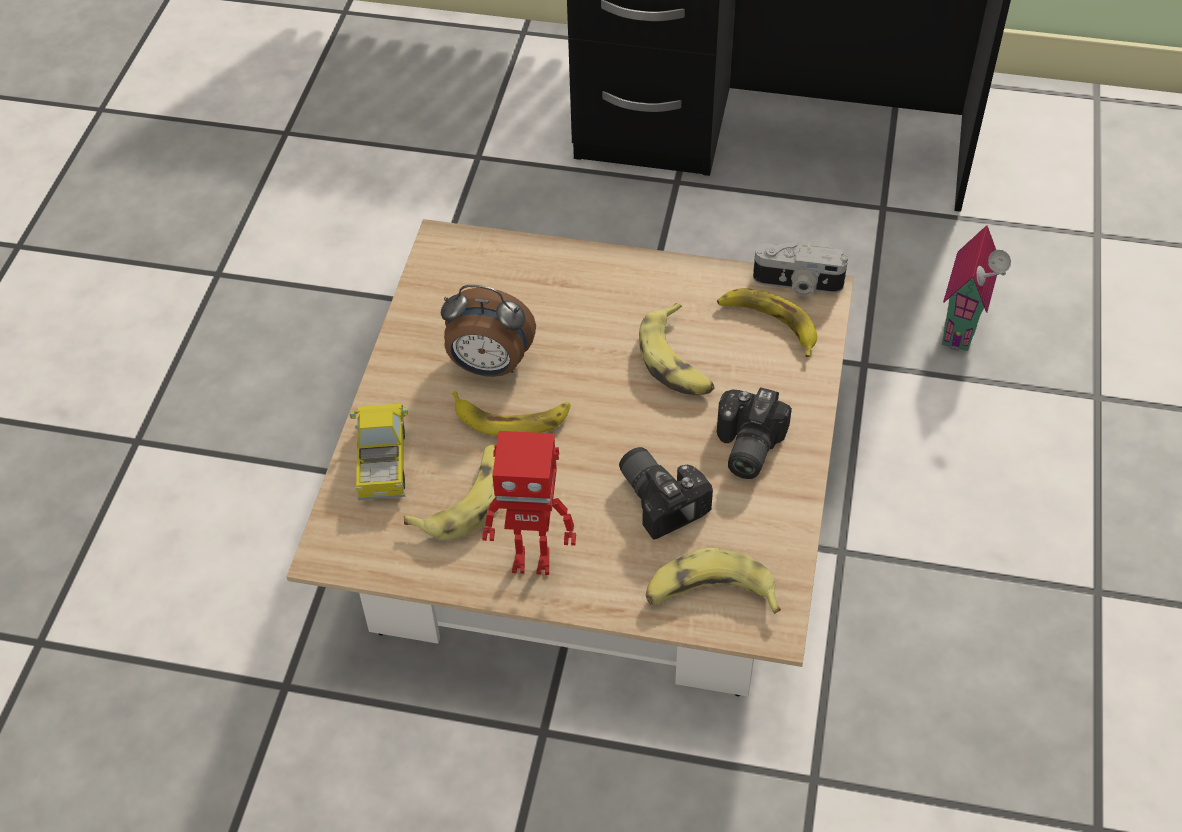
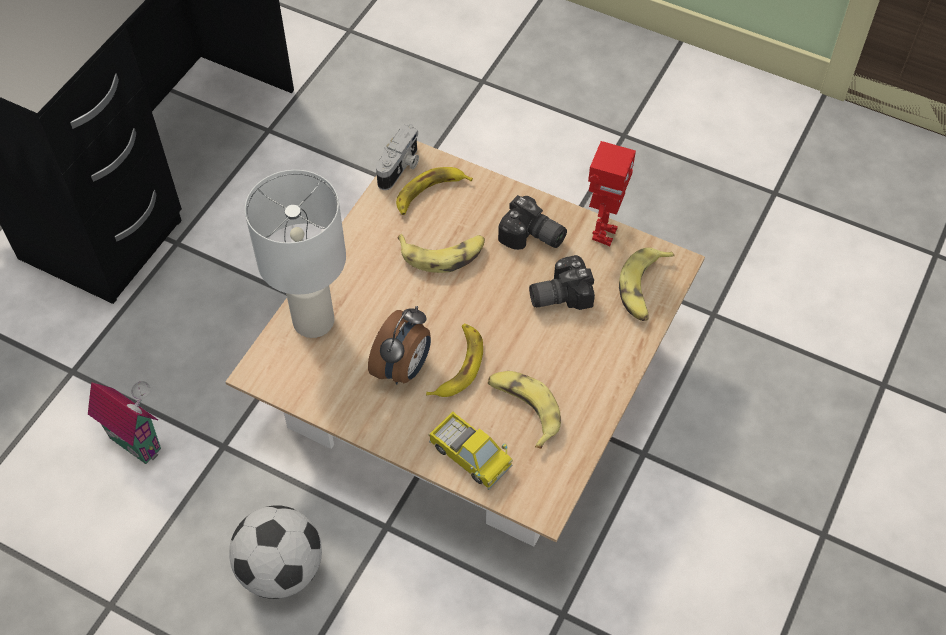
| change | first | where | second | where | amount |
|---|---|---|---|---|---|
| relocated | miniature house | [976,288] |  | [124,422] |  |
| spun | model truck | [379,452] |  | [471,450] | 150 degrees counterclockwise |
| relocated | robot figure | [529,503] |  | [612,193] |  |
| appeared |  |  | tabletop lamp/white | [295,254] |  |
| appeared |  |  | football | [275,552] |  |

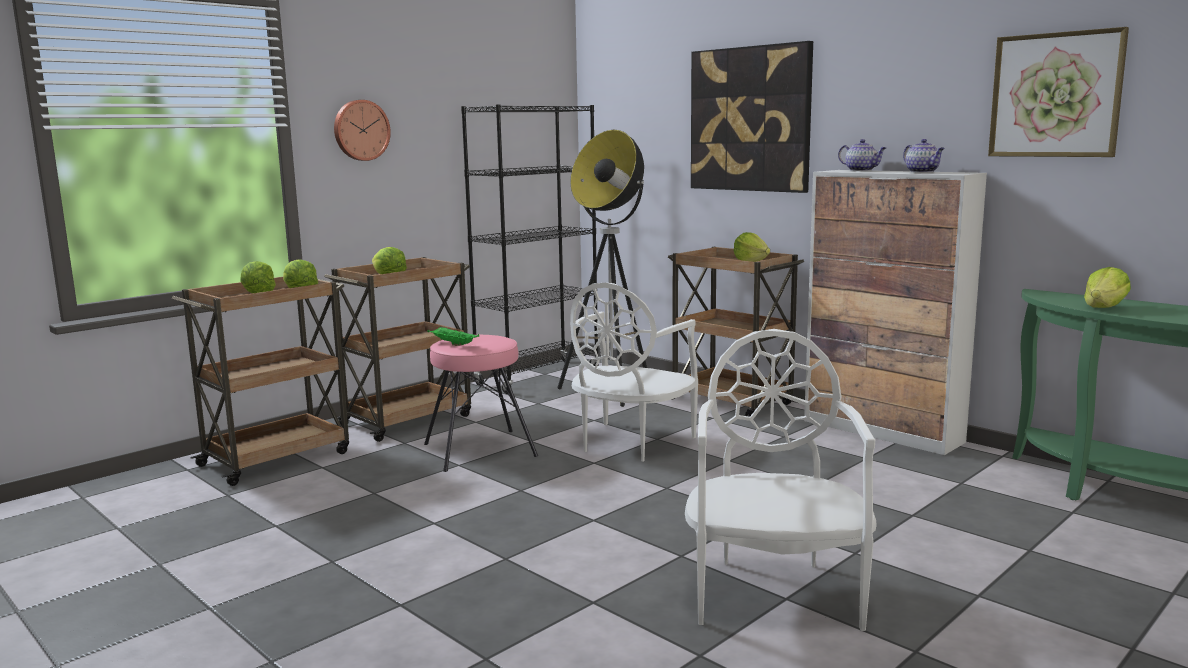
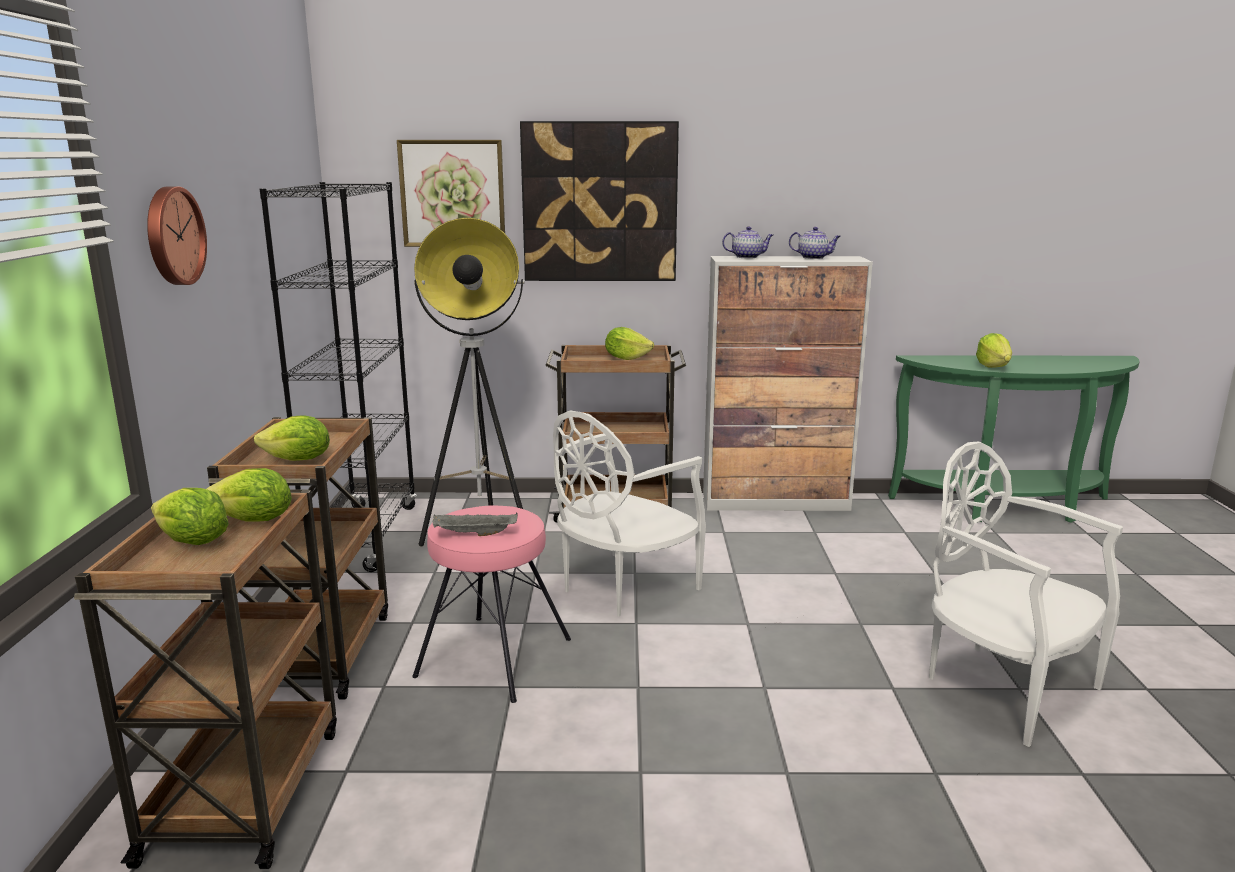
| change | first | where | second | where | amount |
|---|---|---|---|---|---|
| relocated | picture | [1058,92] |  | [451,193] |  |
| spun | upright chair/white | [634,372] |  | [629,514] | 60 degrees clockwise |
| colour | carrying tray/green | [453,336] | carrying tray/greyish | [475,524] |  |

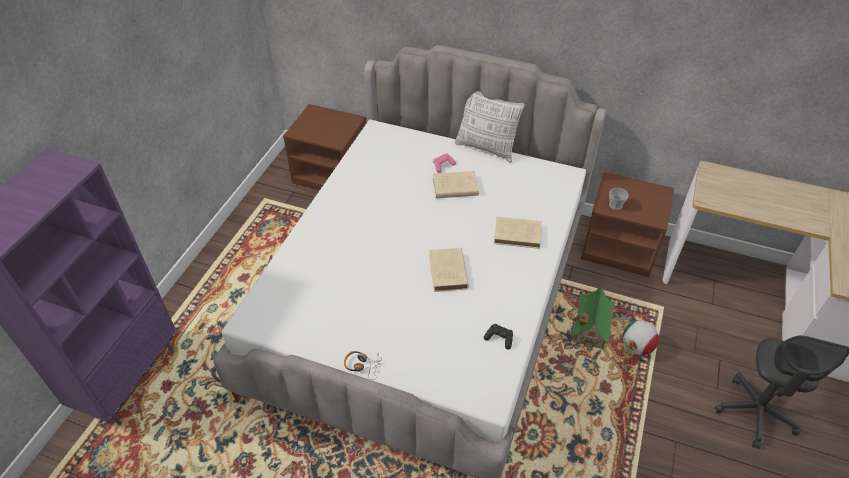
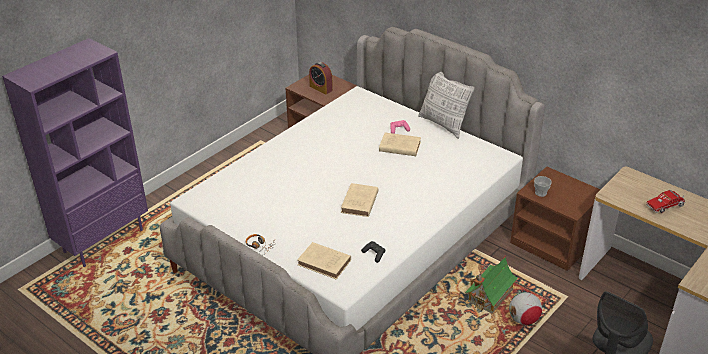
| change | first | where | second | where | amount |
|---|---|---|---|---|---|
| relocated | book/beige-coloured | [518,233] |  | [324,260] |  |
| appeared |  |  | table clock | [321,78] |  |
| appeared |  |  | model truck | [665,201] |  |

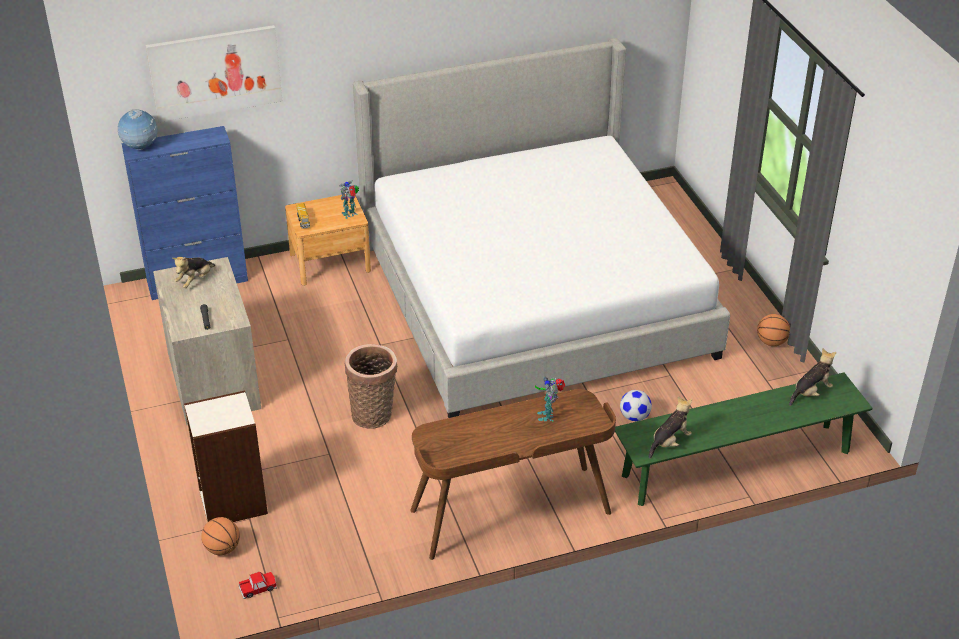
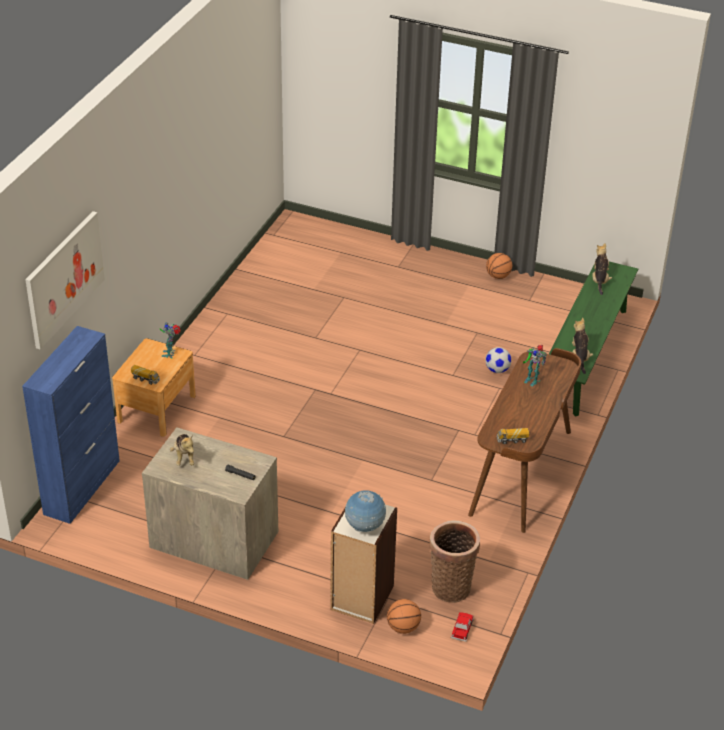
| change | first | where | second | where | amount |
|---|---|---|---|---|---|
| missing | sleeping bed | [541,228] |  |  |  |
| relocated | desk globe | [138,129] |  | [365,511] |  |
| relocated | basket | [371,386] |  | [455,561] |  |
| appeared |  |  | model truck | [513,436] |  |

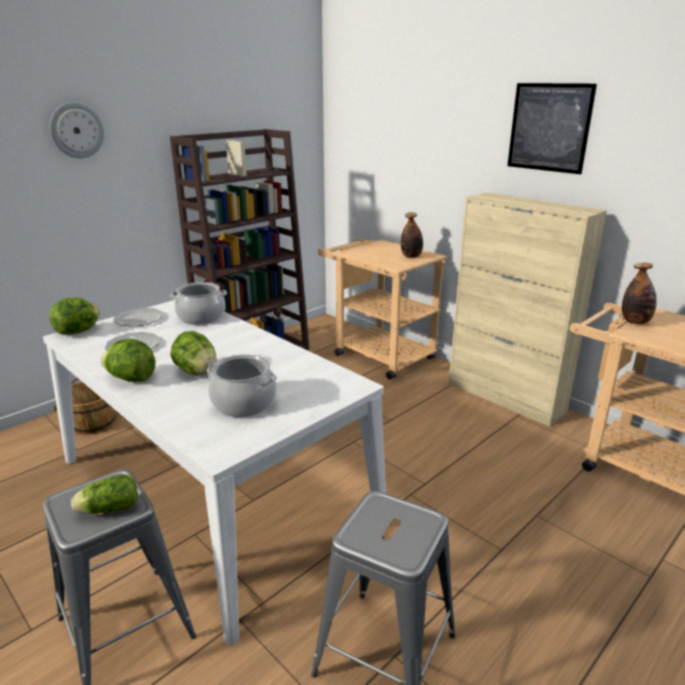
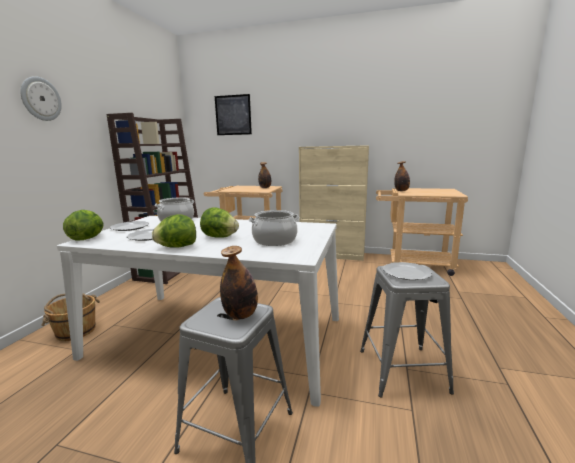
| change | first | where | second | where | amount |
|---|---|---|---|---|---|
| relocated | picture | [552,128] |  | [233,114] |  |
| exchanged | lettuce head | [104,494] | beverage bottle | [239,282] |  |
| appeared |  |  | plate | [407,271] |  |

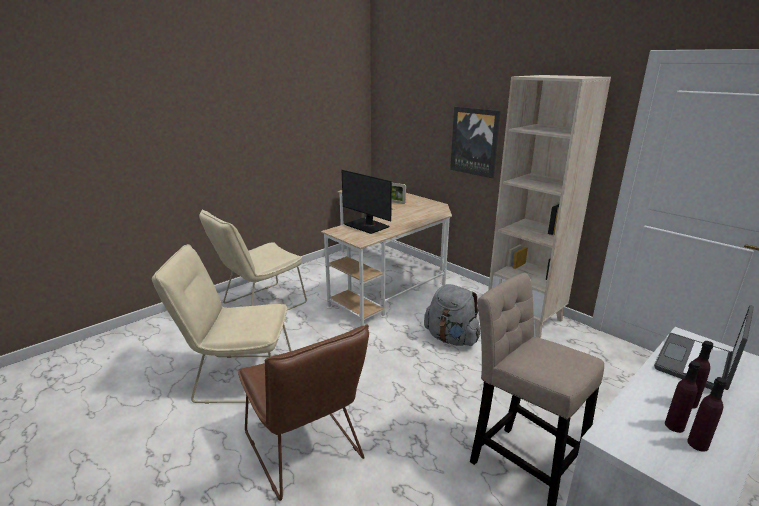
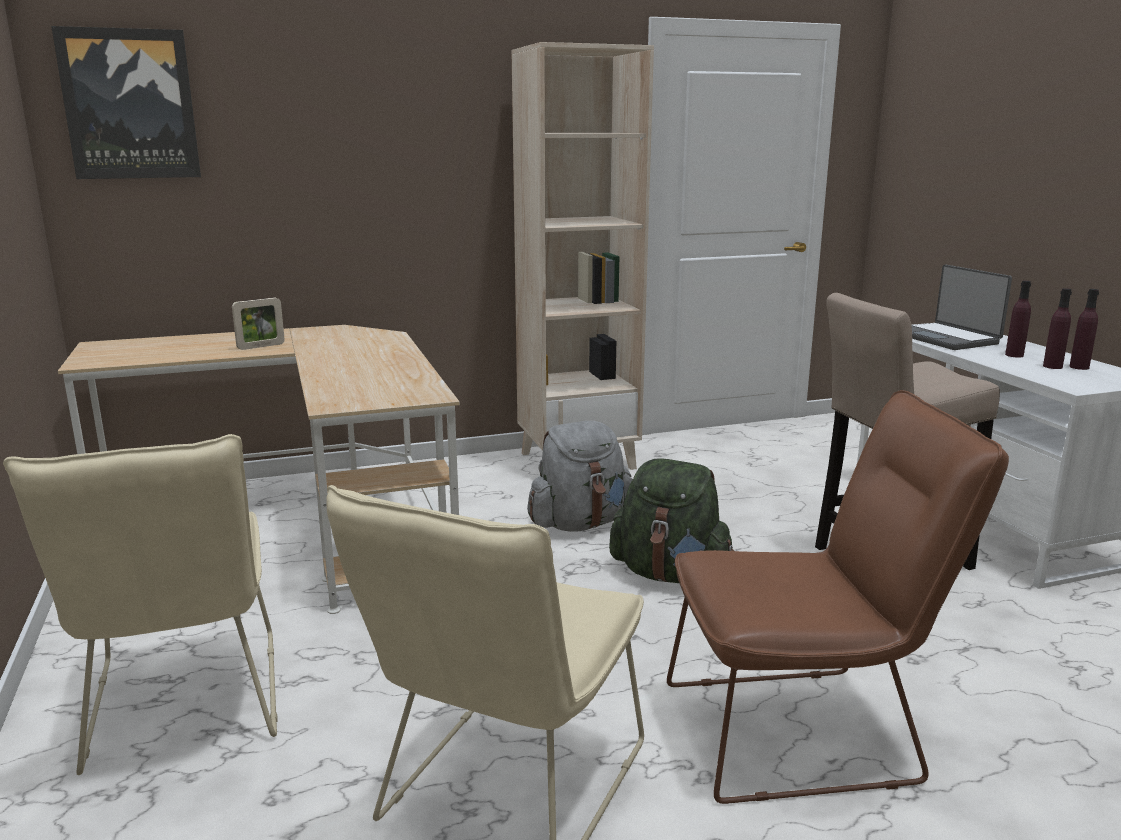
| change | first | where | second | where | amount |
|---|---|---|---|---|---|
| relocated | picture | [475,142] |  | [126,102] |  |
| missing | monitor | [367,202] |  |  |  |
| appeared |  |  | rucksack/green | [671,520] |  |

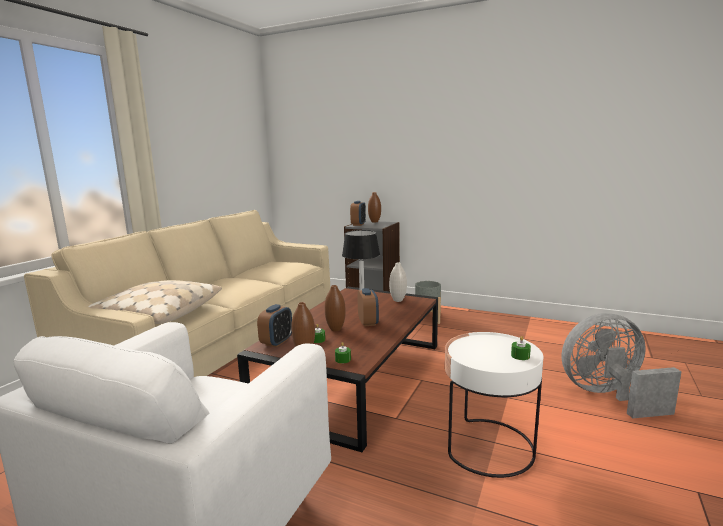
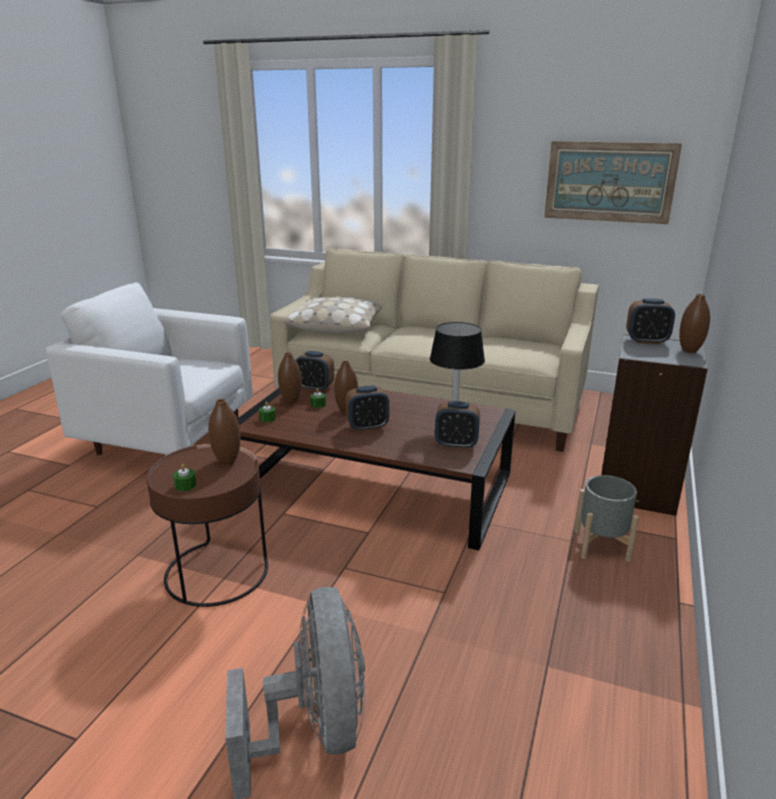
| change | first | where | second | where | amount |
|---|---|---|---|---|---|
| exchanged | flower vase/white | [398,282] | table clock | [457,425] |  |
| colour | end table/white | [494,405] | end table/brown-coloured | [207,525] |  |
| appeared |  |  | picture | [613,182] |  |
| appeared |  |  | flower vase/brown-coloured | [224,432] |  |

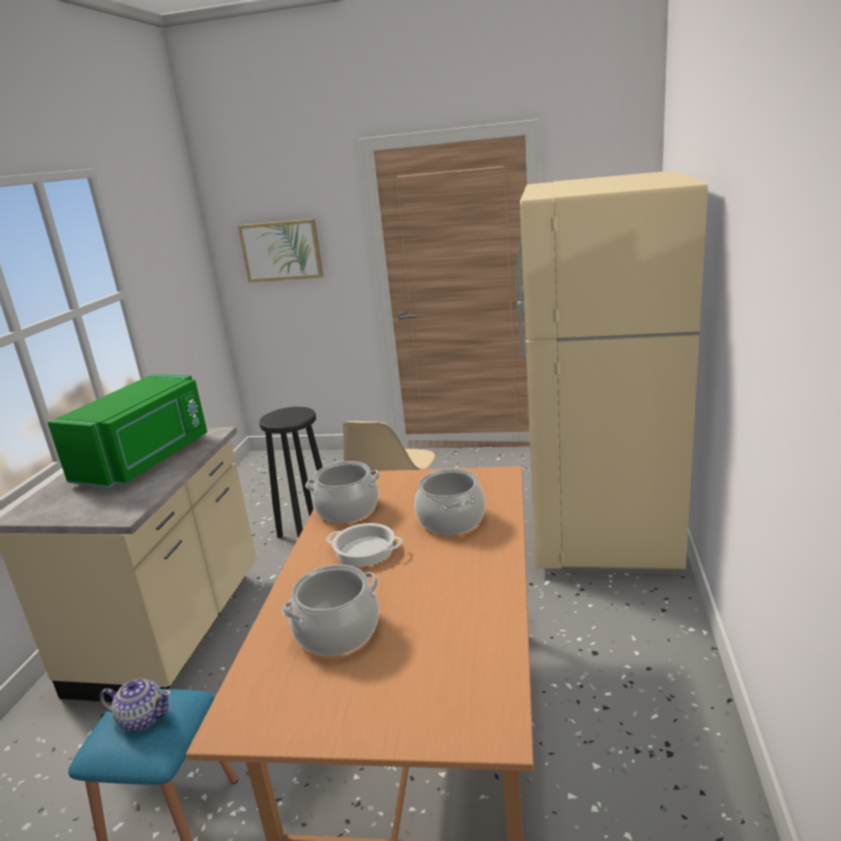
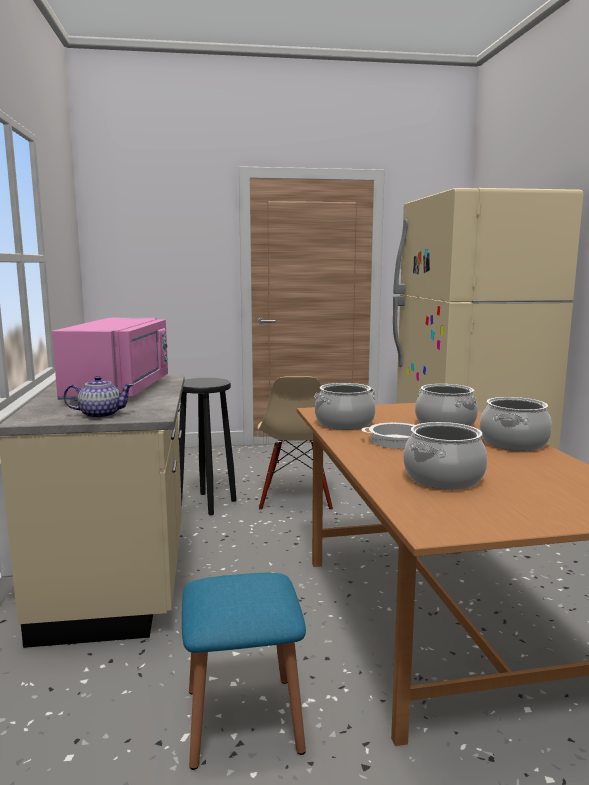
| change | first | where | second | where | amount |
|---|---|---|---|---|---|
| missing | picture | [280,250] |  |  |  |
| colour | microwave/green | [127,431] | microwave/pink-coloured | [110,359] |  |
| relocated | pot for tea | [135,705] |  | [98,397] |  |
| appeared |  |  | saucepot | [516,424] |  |

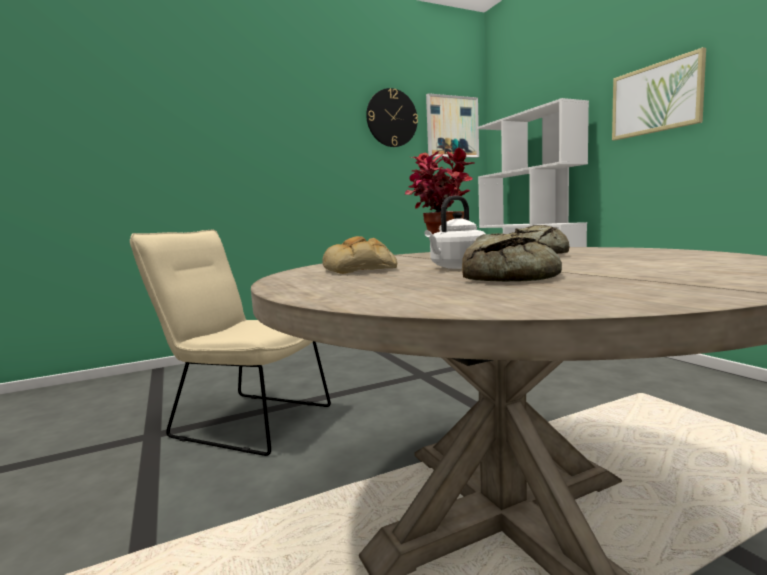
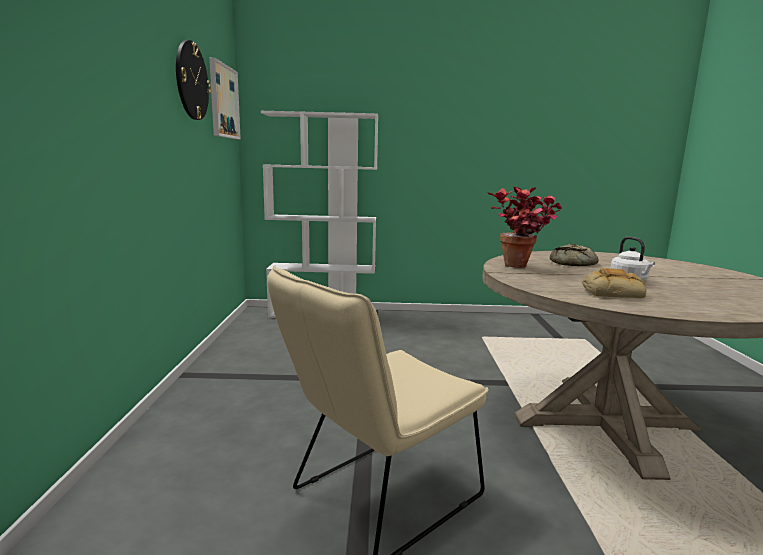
| change | first | where | second | where | amount |
|---|---|---|---|---|---|
| missing | picture | [659,93] |  |  |  |
| missing | bread | [512,257] |  |  |  |

